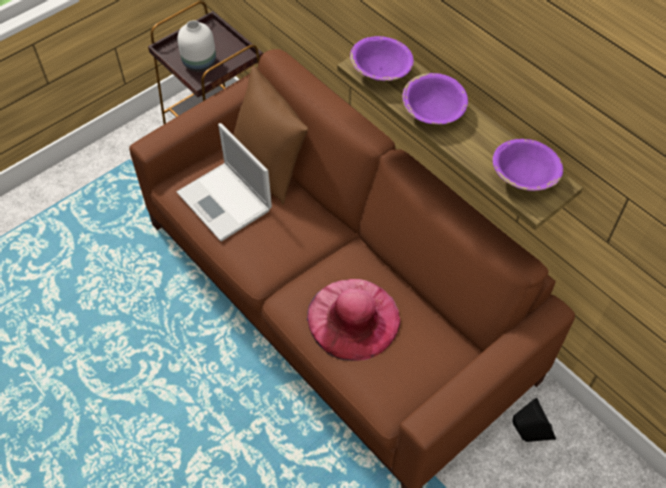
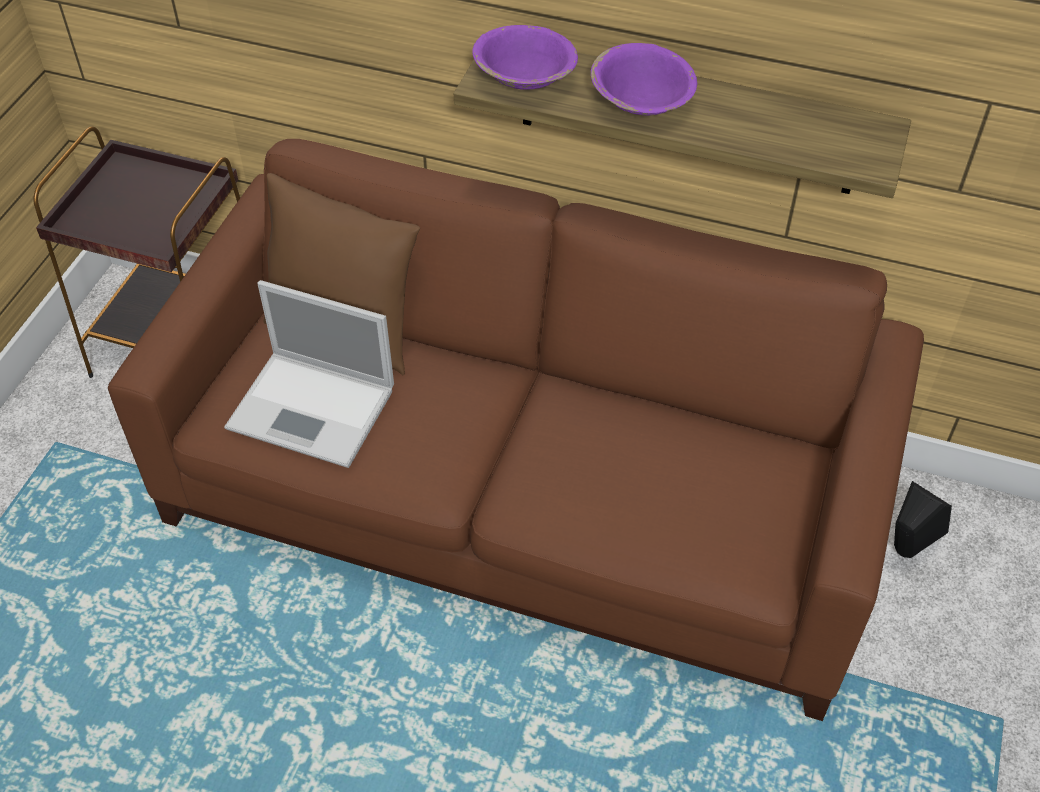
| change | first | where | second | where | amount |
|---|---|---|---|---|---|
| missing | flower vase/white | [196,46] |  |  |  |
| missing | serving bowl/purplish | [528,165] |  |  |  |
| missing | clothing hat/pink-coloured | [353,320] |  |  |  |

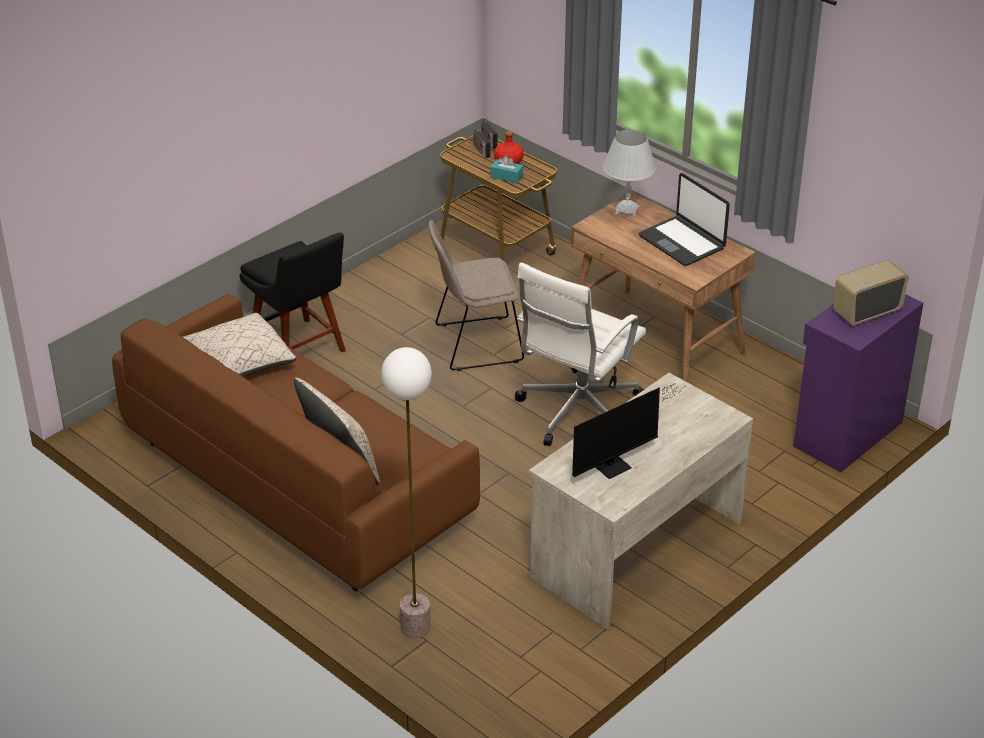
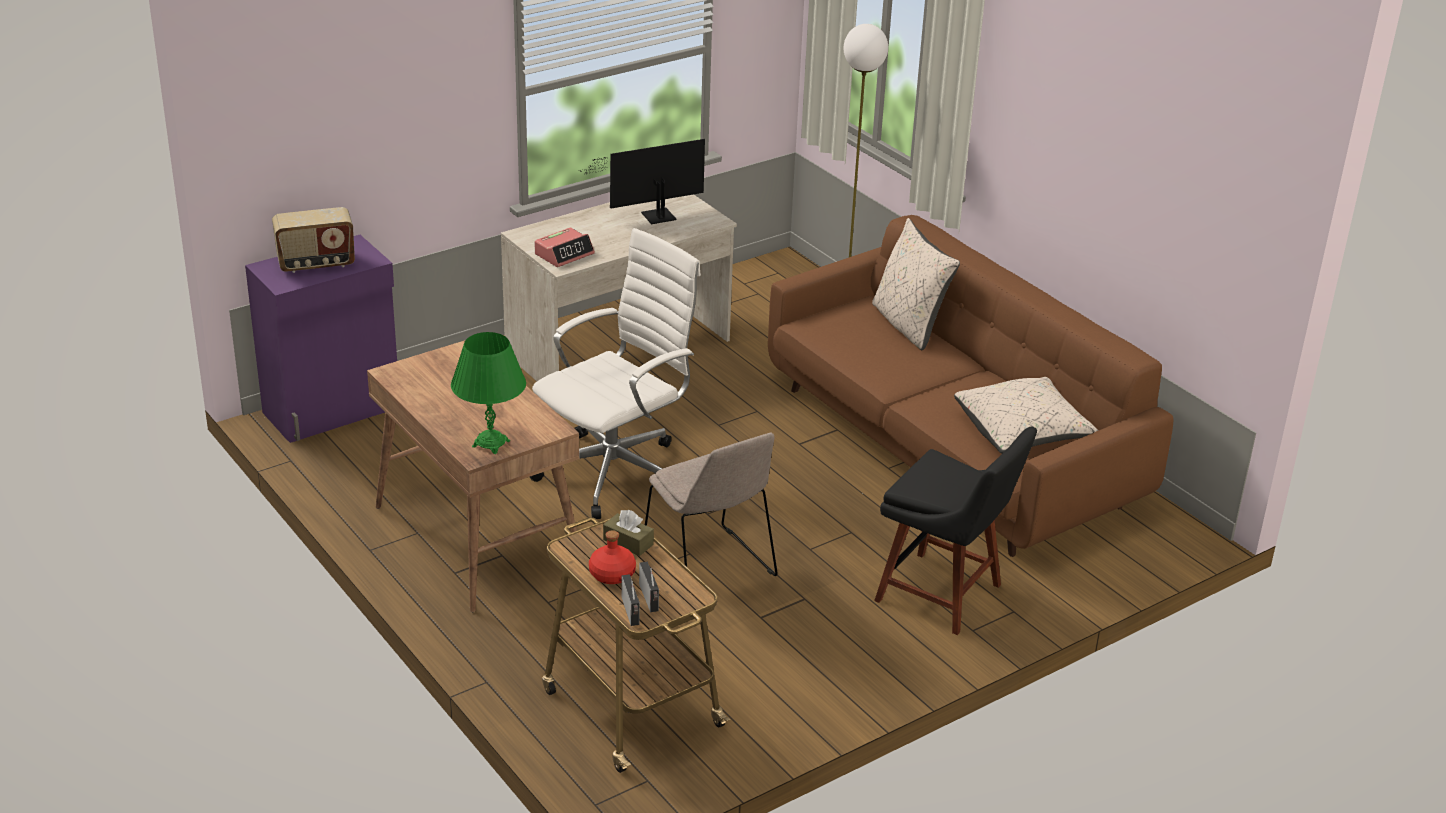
| change | first | where | second | where | amount |
|---|---|---|---|---|---|
| colour | tabletop lamp/white | [629,173] | tabletop lamp/green | [488,393] |  |
| colour | tissue holder/turquoise-coloured | [506,169] | tissue holder/brown-coloured | [628,533] |  |
| missing | notebook computer | [684,219] |  |  |  |
| spun | upright chair/beige-coloured | [476,295] |  | [711,504] | 60 degrees clockwise |
| spun | upright chair/blackish | [293,292] |  | [955,531] | 150 degrees clockwise |
| appeared |  |  | table clock | [565,247] |  |

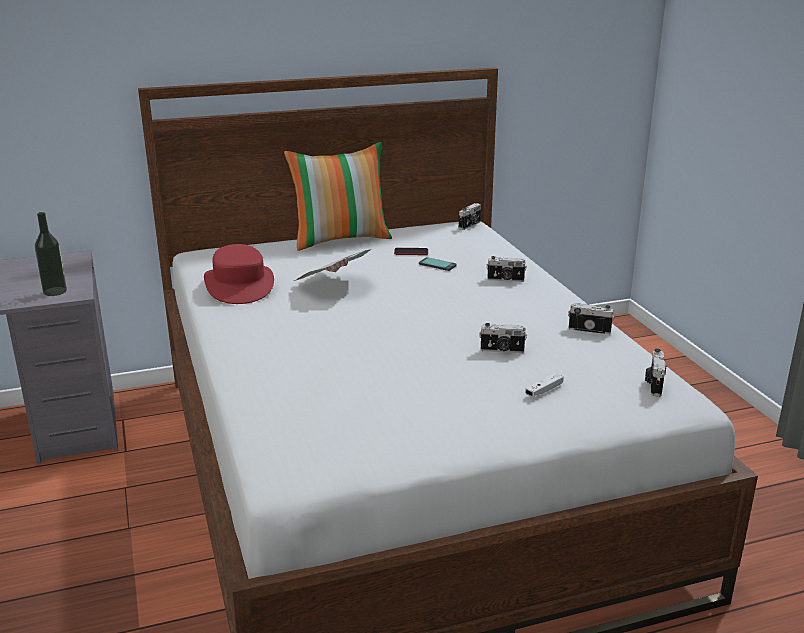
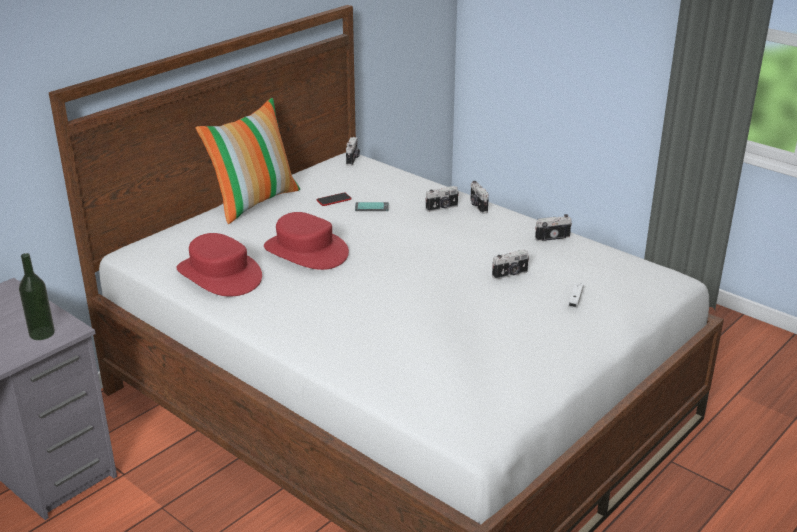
| change | first | where | second | where | amount |
|---|---|---|---|---|---|
| exchanged | newspaper | [332,265] | clothing hat/red-coloured | [306,241] |  |
| relocated | photo camera | [656,372] |  | [479,197] |  |

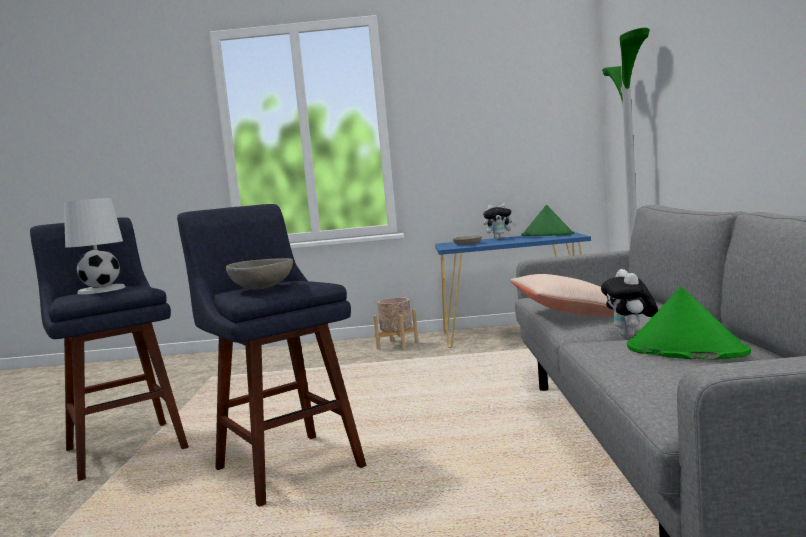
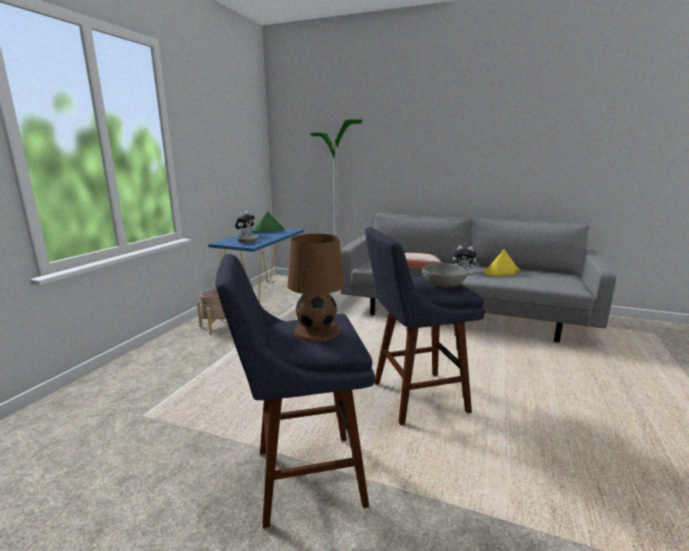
| change | first | where | second | where | amount |
|---|---|---|---|---|---|
| colour | tabletop lamp/white | [94,246] | tabletop lamp/brown-coloured | [316,288] |  |
| colour | clothing hat/green | [689,323] | clothing hat/yellowish | [502,263] |  |

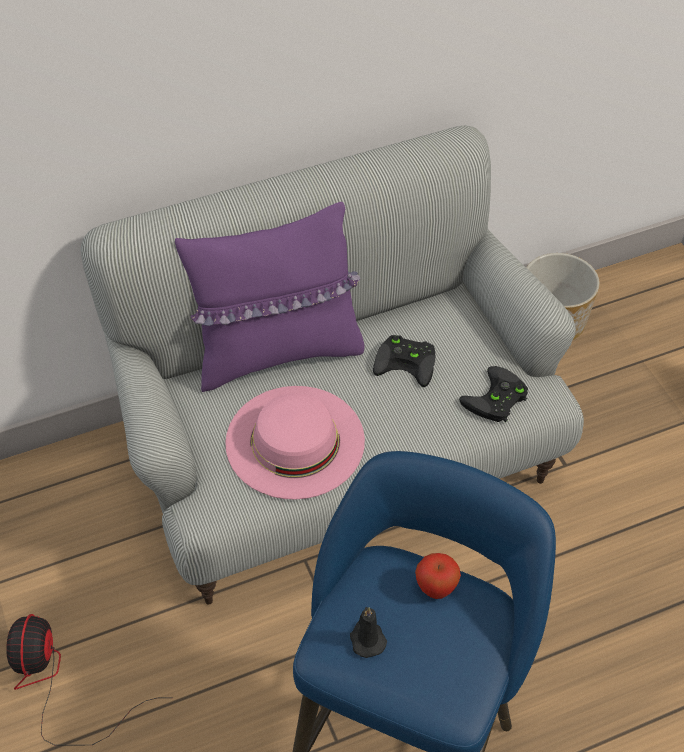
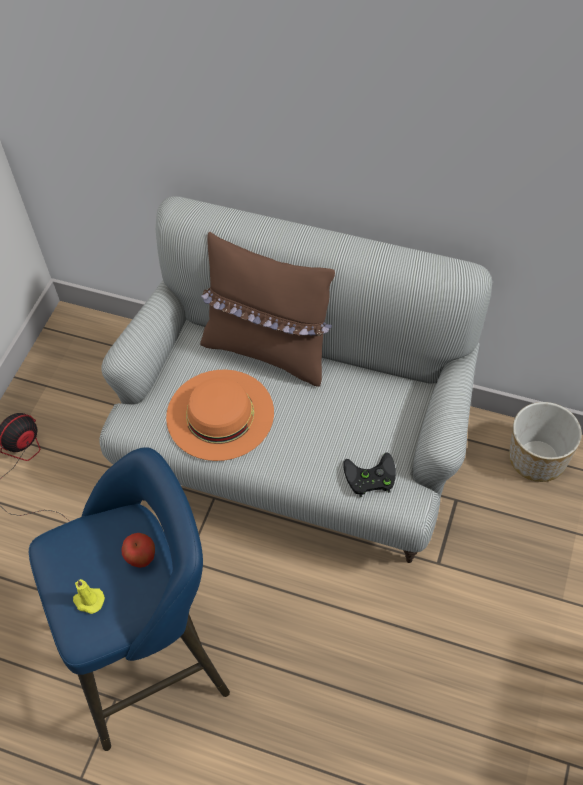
| change | first | where | second | where | amount |
|---|---|---|---|---|---|
| colour | cushion/purplish | [270,297] | cushion/brown-coloured | [267,309] |  |
| missing | joypad/blackish | [404,361] |  |  |  |
| colour | clothing hat/pink-coloured | [295,443] | clothing hat/orange | [220,415] |  |
| missing | candle/blackish | [368,632] |  |  |  |
| appeared |  |  | candle/yellowish | [89,596] |  |

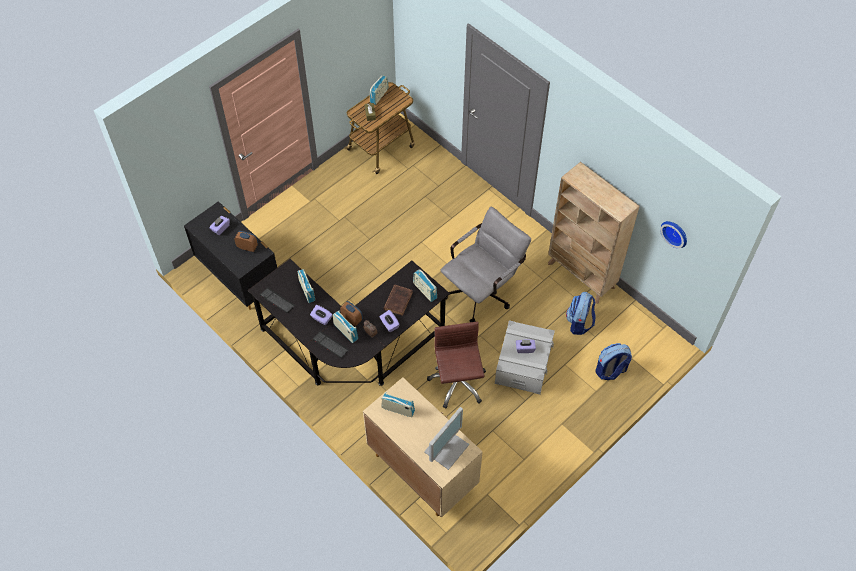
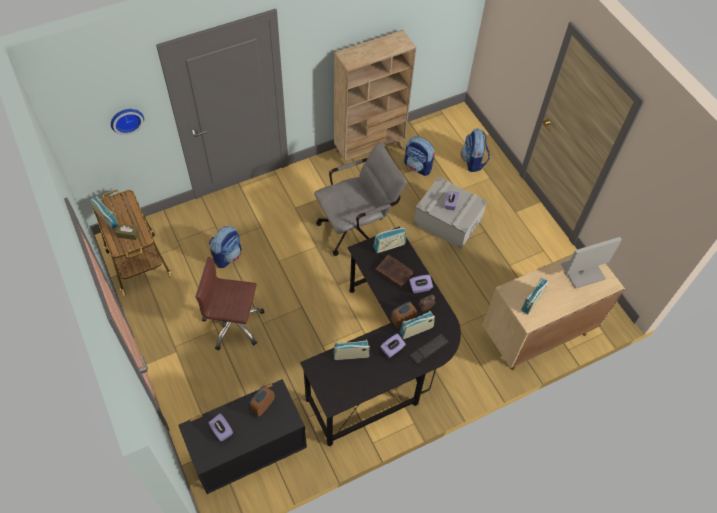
| change | first | where | second | where | amount |
|---|---|---|---|---|---|
| spun | office chair/greyish | [485,264] |  | [360,199] | 90 degrees clockwise |
| relocated | hanging clock | [673,234] |  | [127,122] |  |
| missing | PC keyboard | [278,300] |  |  |  |
| relocated | office chair/brown-coloured | [456,365] |  | [230,303] |  |
| spun | monitor | [446,438] |  | [591,263] | 75 degrees counterclockwise |
| appeared |  |  | rucksack | [225,247] |  |

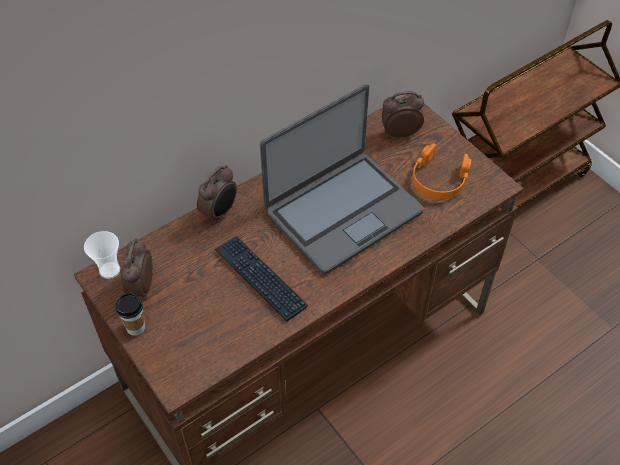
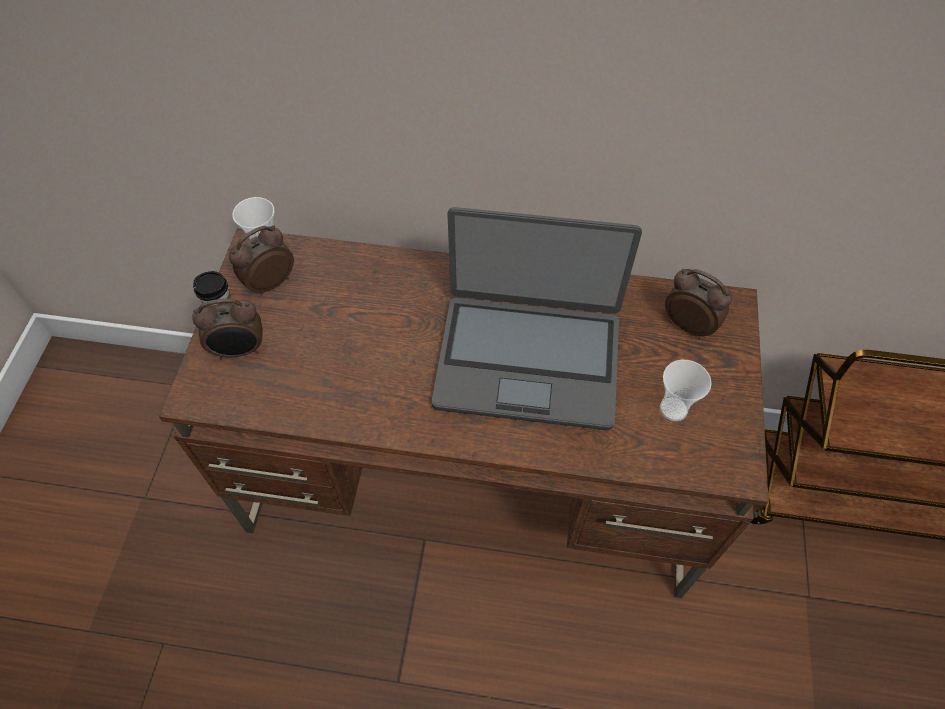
| change | first | where | second | where | amount |
|---|---|---|---|---|---|
| exchanged | headphones/orange | [442,171] | cup | [686,390] |  |
| relocated | table clock | [217,194] |  | [227,328] |  |
| missing | PC keyboard | [261,278] |  |  |  |

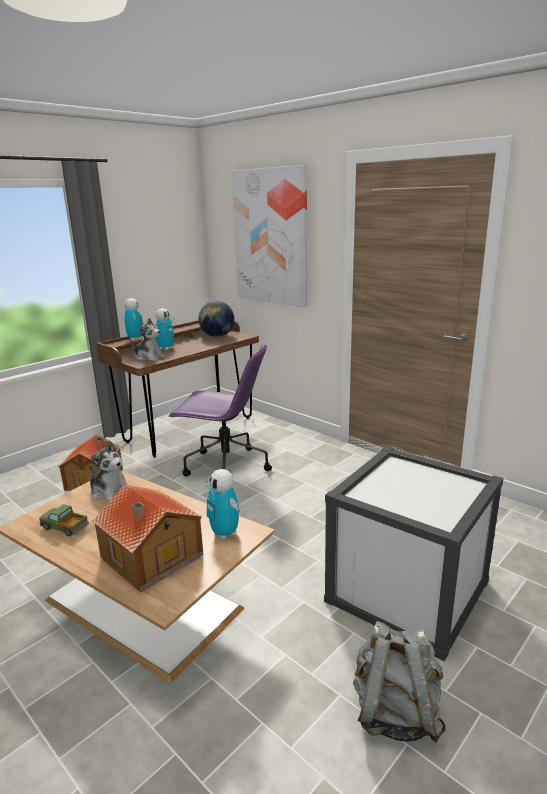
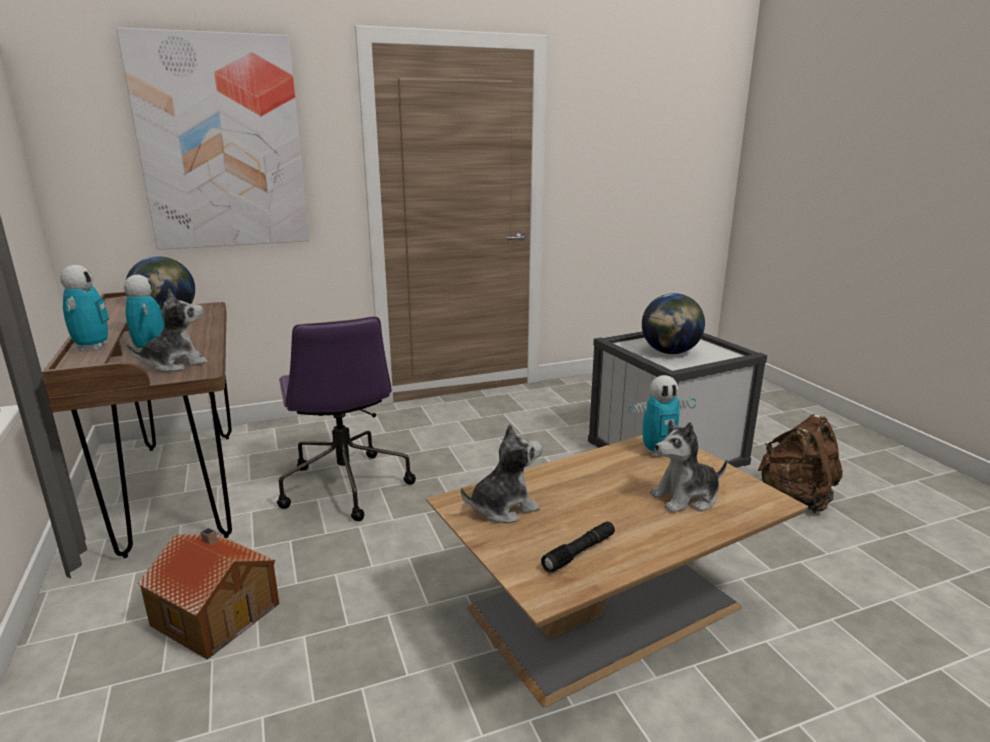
| change | first | where | second | where | amount |
|---|---|---|---|---|---|
| spun | robot figure | [134,319] |  | [84,308] | 75 degrees clockwise |
| spun | office chair/purplish | [220,410] |  | [346,418] | 120 degrees clockwise |
| exchanged | miniature house | [147,538] | soft toy | [688,466] |  |
| exchanged | model truck | [64,520] | flashlight/blackish | [578,547] |  |
| colour | rucksack/greyish | [399,681] | rucksack/brown-coloured | [800,463] |  |
| appeared |  |  | desk globe | [673,323] |  |

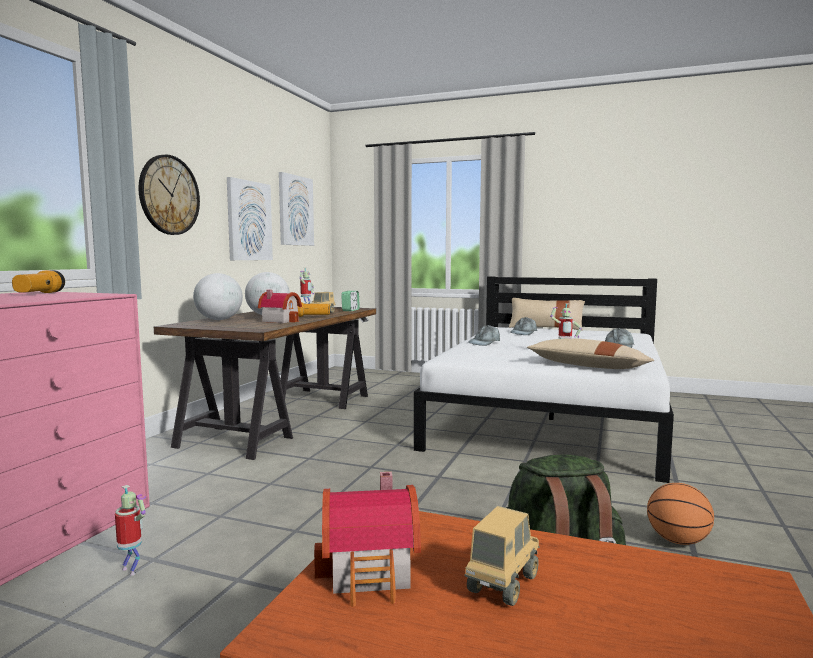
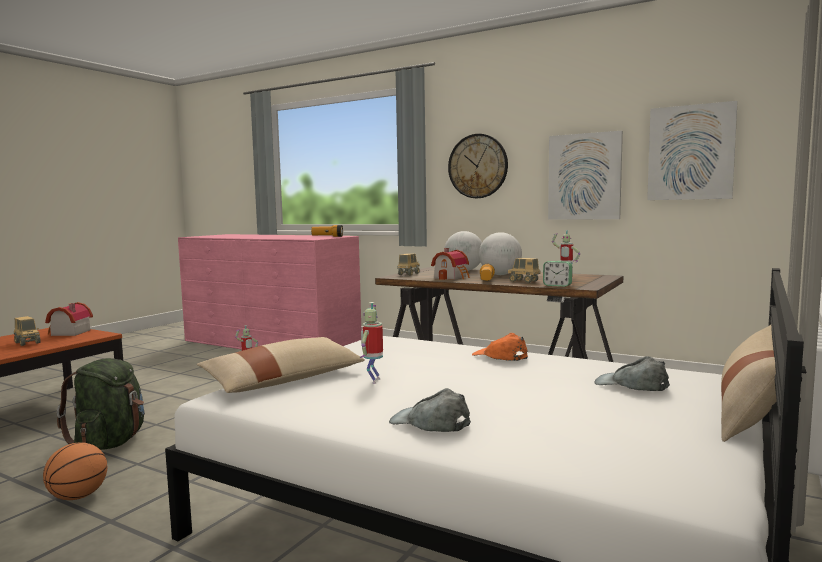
| change | first | where | second | where | amount |
|---|---|---|---|---|---|
| colour | baseball cap/greyish | [484,335] | baseball cap/orange | [500,347] |  |
| appeared |  |  | model truck | [409,264] |  |

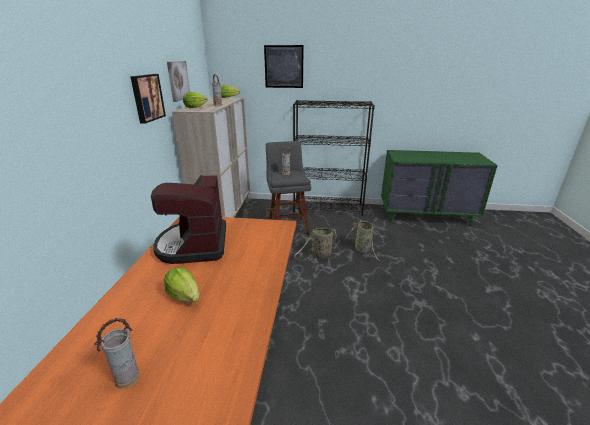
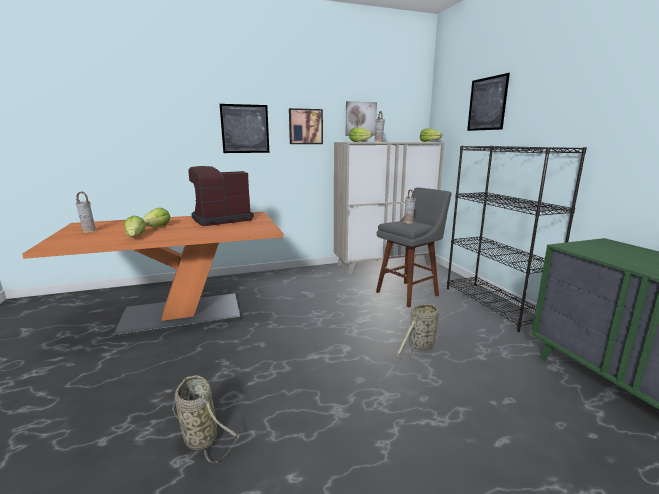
| change | first | where | second | where | amount |
|---|---|---|---|---|---|
| relocated | basket | [317,244] |  | [206,418] |  |
| appeared |  |  | picture | [244,128] |  |
| appeared |  |  | lettuce head | [135,226] |  |

